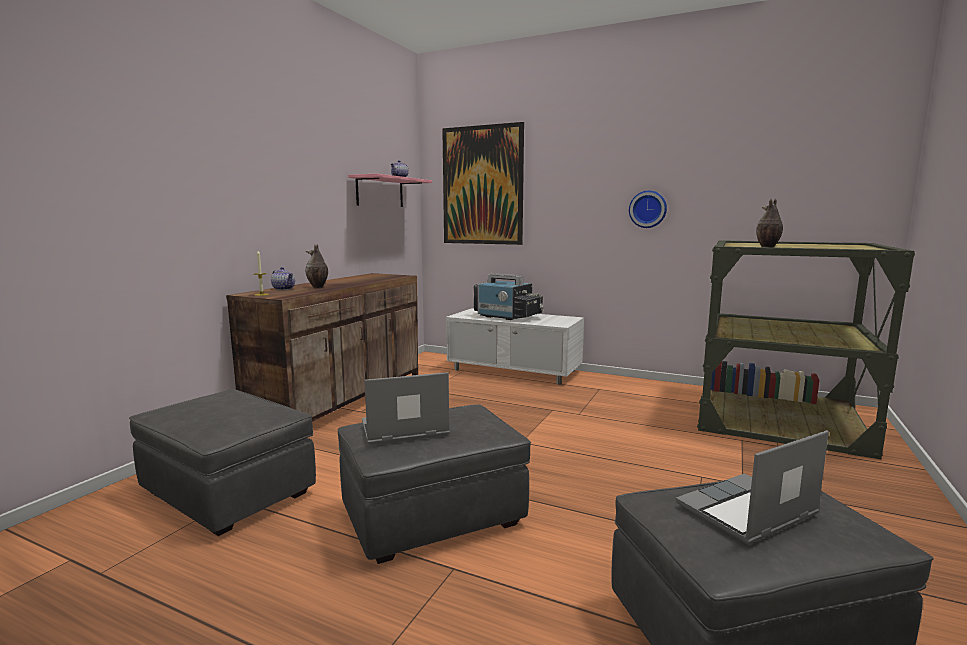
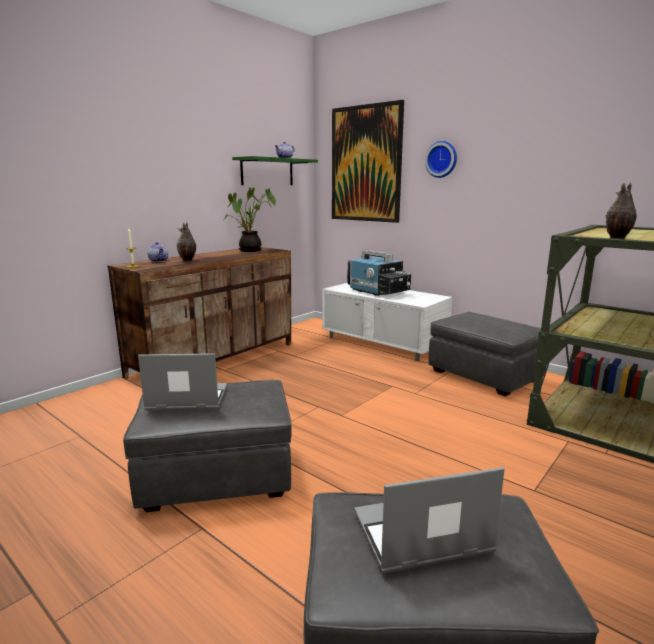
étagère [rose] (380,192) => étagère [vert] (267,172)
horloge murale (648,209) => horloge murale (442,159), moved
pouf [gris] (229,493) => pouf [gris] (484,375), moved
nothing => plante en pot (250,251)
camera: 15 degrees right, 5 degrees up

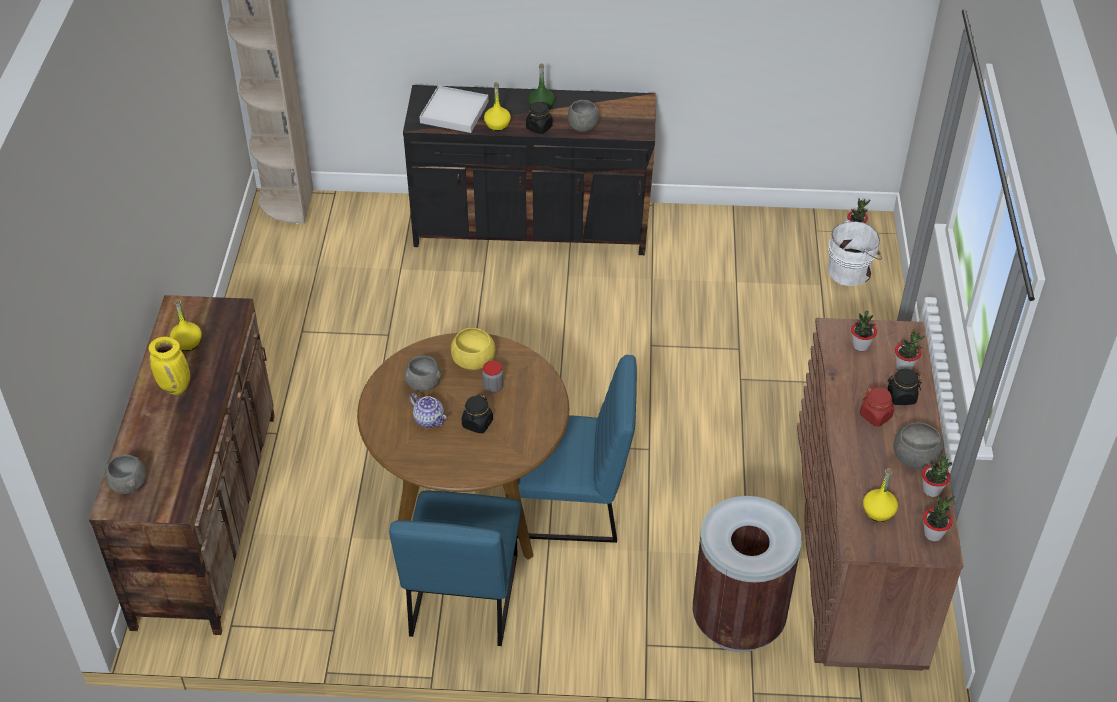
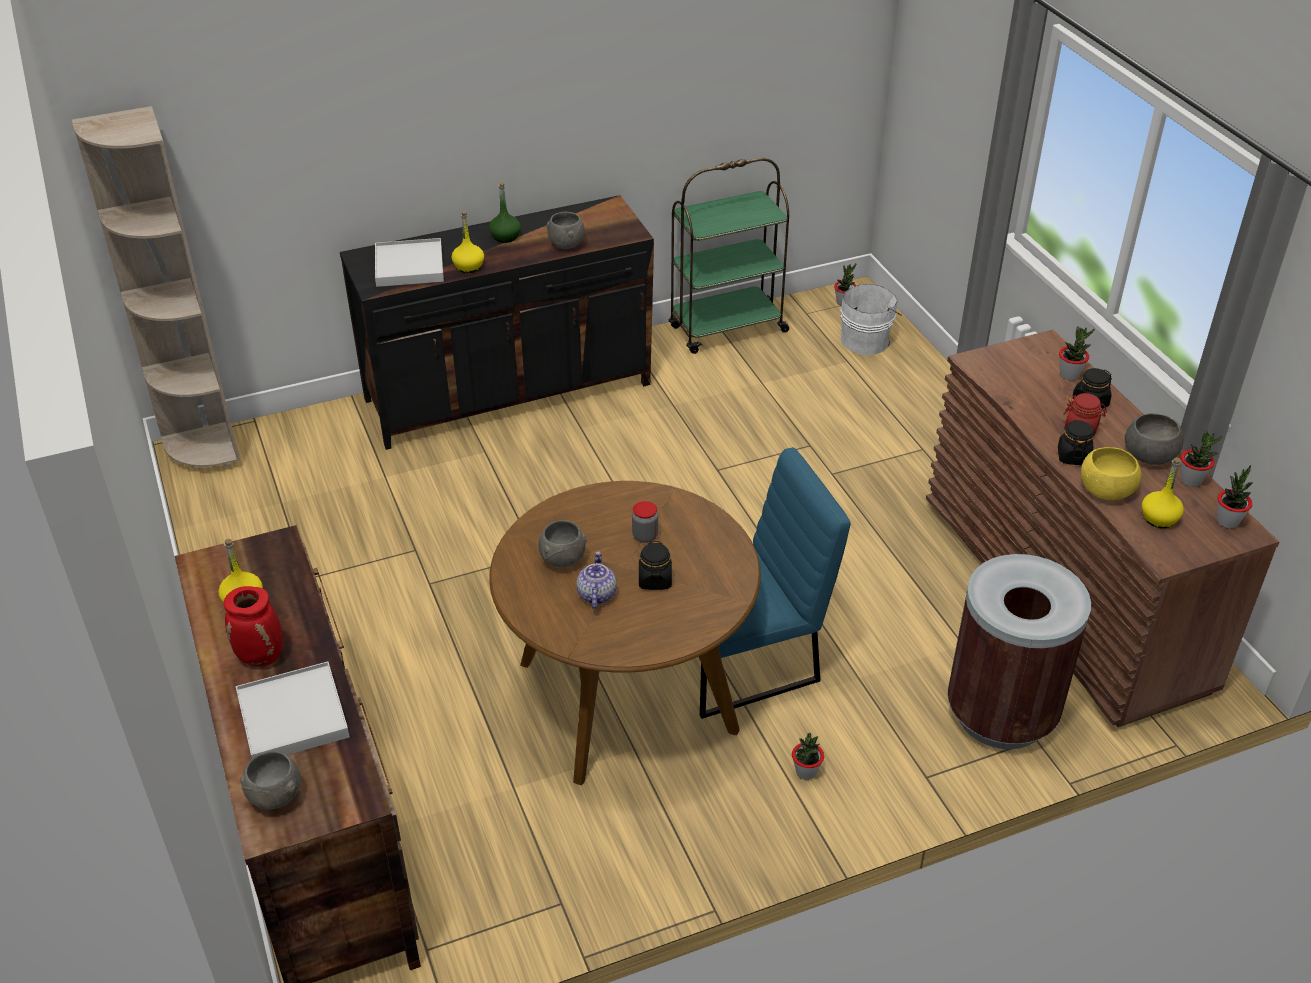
bocal [noir] (539,127) => bocal [noir] (1073,456), moved
plante en pot (860,345) => plante en pot (806,772), moved
bol [jaune] (473,360) => bol [jaune] (1106,489), moved
vase [jaune] (176,387) => vase [rouge] (262,657)
théière (429,420) => théière (596,594), 105 degrees counterclockwise
chaise [bleu] (462,598) => nothing
nothing => chariot [vert] (726,329)
nothing => plateau [blanc] (293,716)
camera: 25 degrees left, 5 degrees down

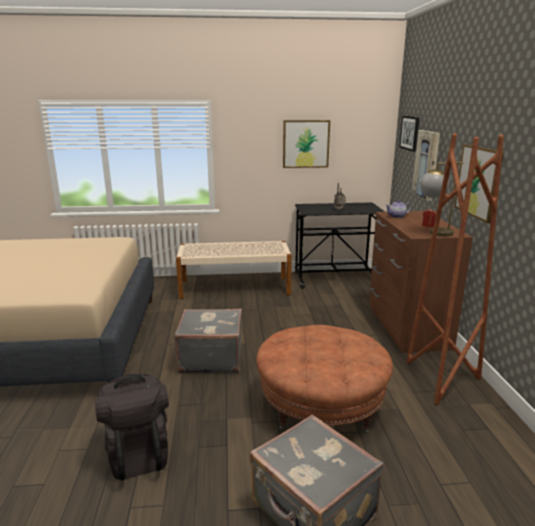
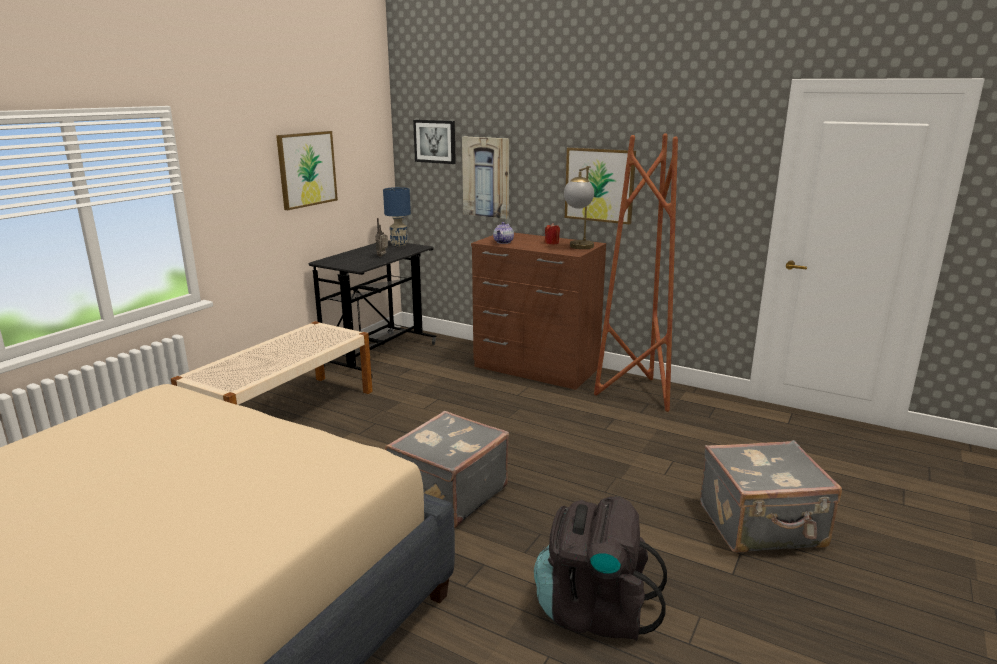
pouf [marron] (321,404) => nothing
nothing => lampe de table [bleu] (398,245)
camera: 55 degrees left, 0 degrees up

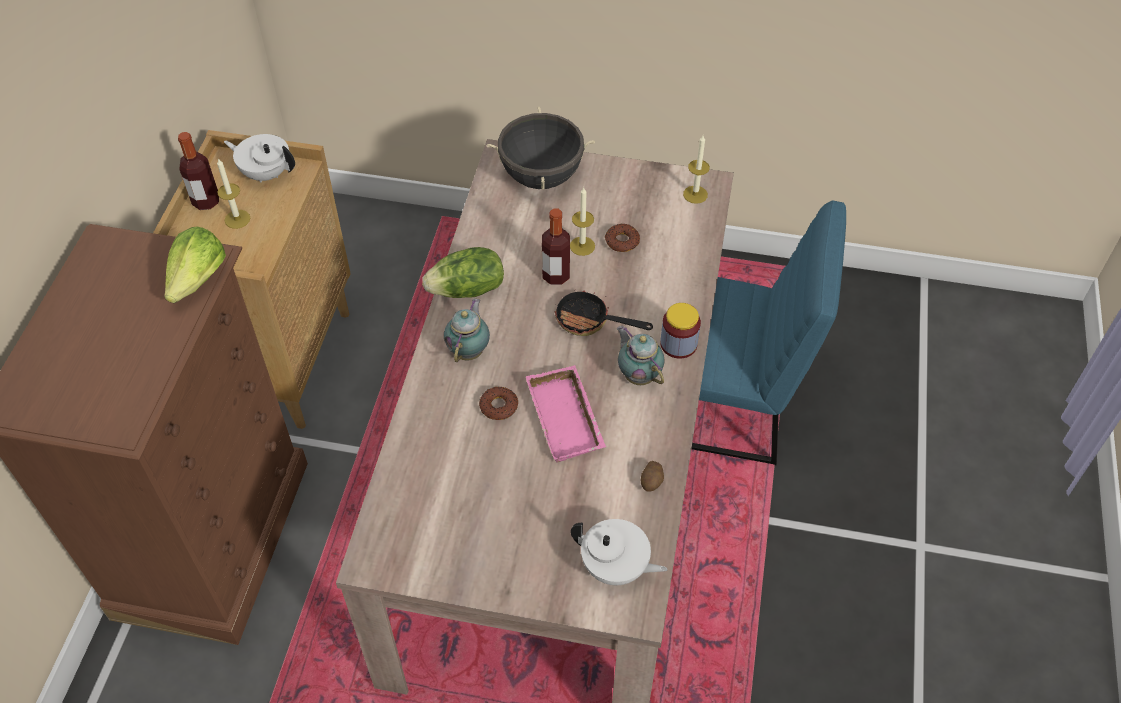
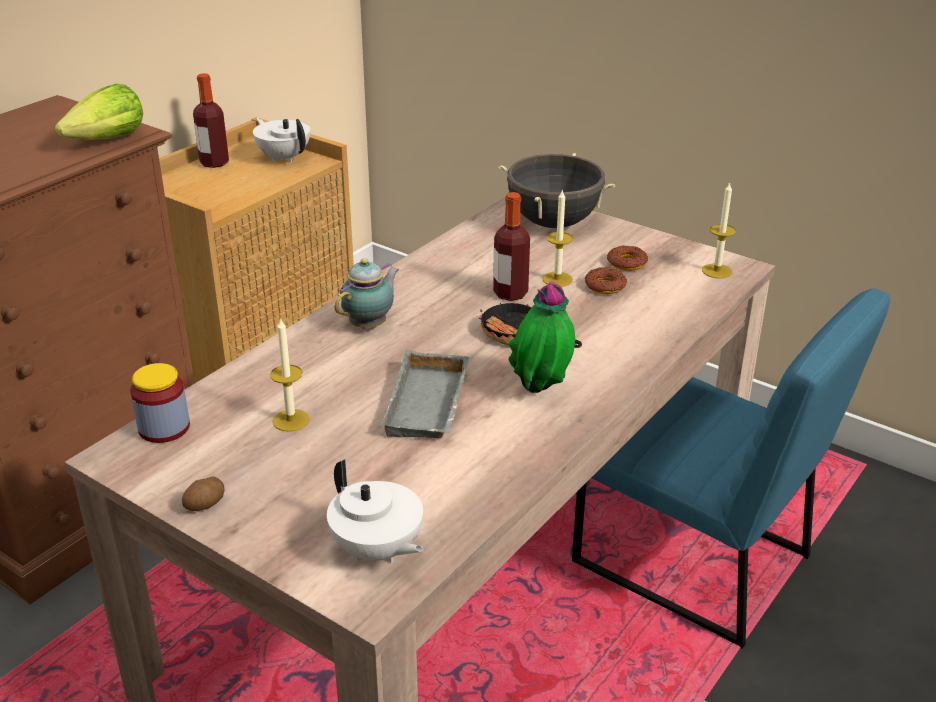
bougie (237,219) => bougie (291,420), moved
laitue (467,290) => nothing
bocal (678,344) => bocal (164,428), moved
théière (638,375) => plante en pot (541,391)
plateau [rose] (568,419) => plateau [gris] (430,405)
beignet (498,406) => beignet (626,263), moved
pomme de terre (652,481) => pomme de terre (206,504), moved
camera: 25 degrees right, 20 degrees down

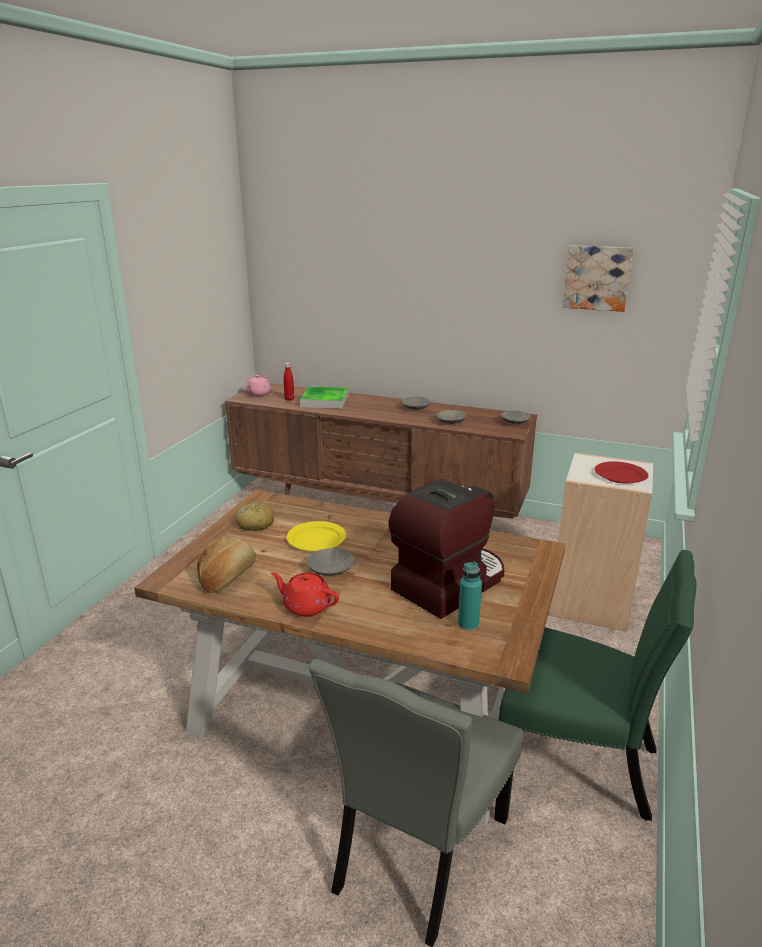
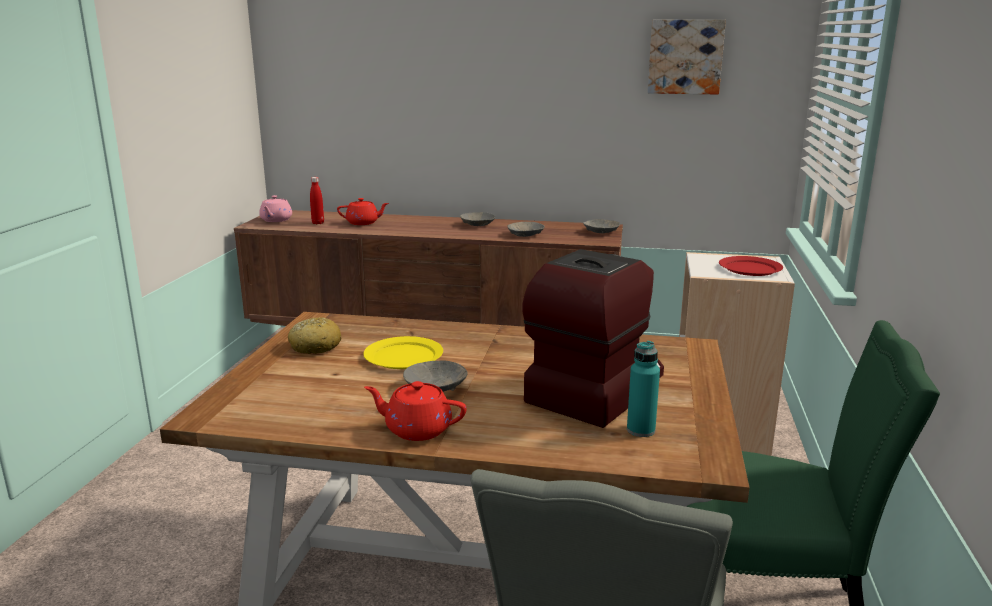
plateau (324,401) => théière [rouge] (363,223)
pain (228,577) => nothing
camera: 10 degrees left, 5 degrees down

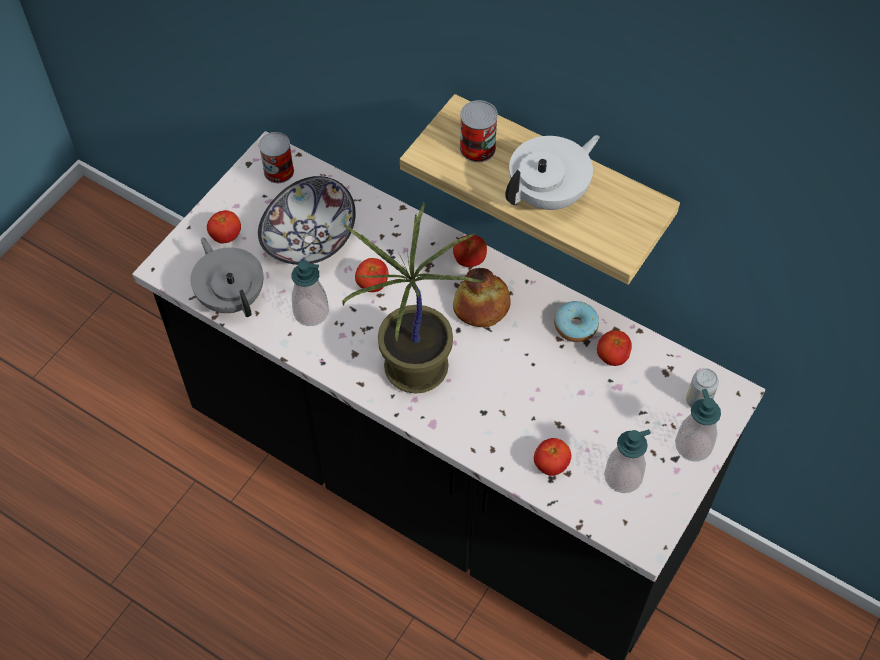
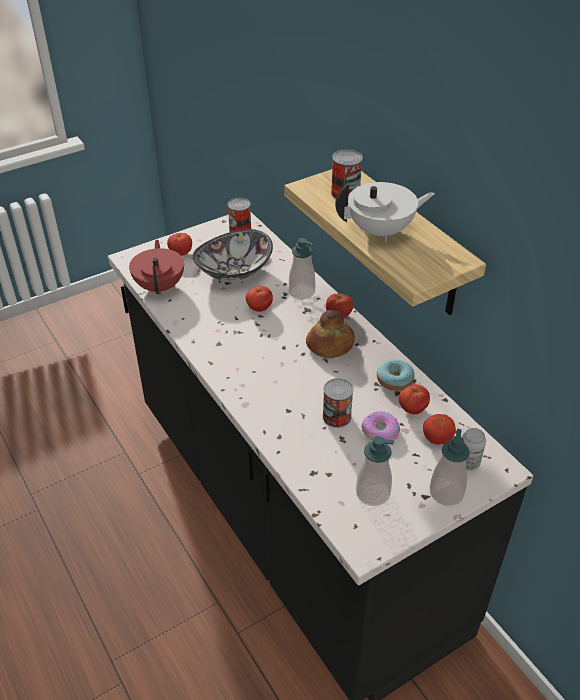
plante en pot (414,370) => nothing
théière [gris] (232,296) => théière [rouge] (160,286)
distributeur de savon (311,312) => distributeur de savon (301,292), moved
tomate (551,464) => tomate (437,439), moved
nothing => boîte métallique (336,416)
nothing => beignet (380,431)
camera: 25 degrees right, 15 degrees down

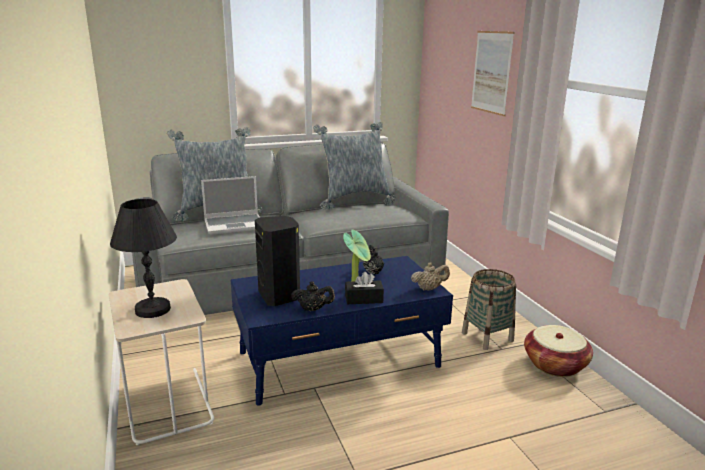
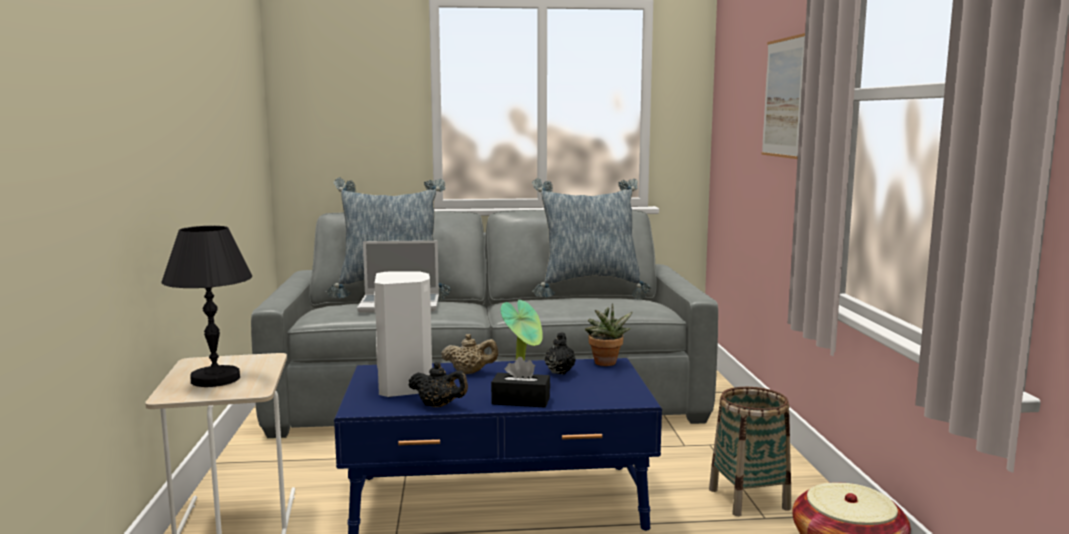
enceinte [noir] (280,296) => enceinte [blanc] (406,388)
théière [beige] (429,288) => théière [beige] (470,372), moved
nothing => plante en pot (606,364)
camera: 15 degrees right, 10 degrees down

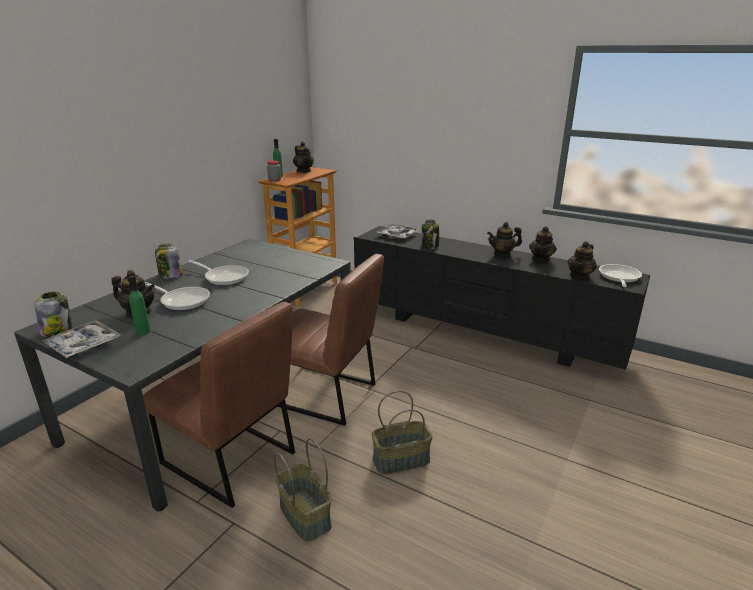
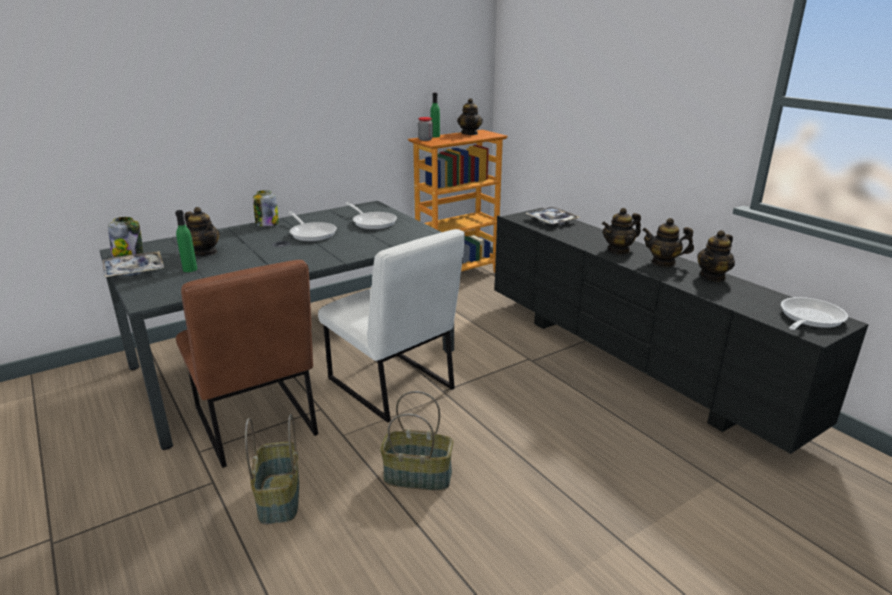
bocal (430,246) => nothing
théière (580,277) => théière (618,250), moved
chaise [marron] (324,394) => chaise [blanc] (392,385)
poêle (182,300) => poêle (372,222), moved
camera: 25 degrees right, 0 degrees up

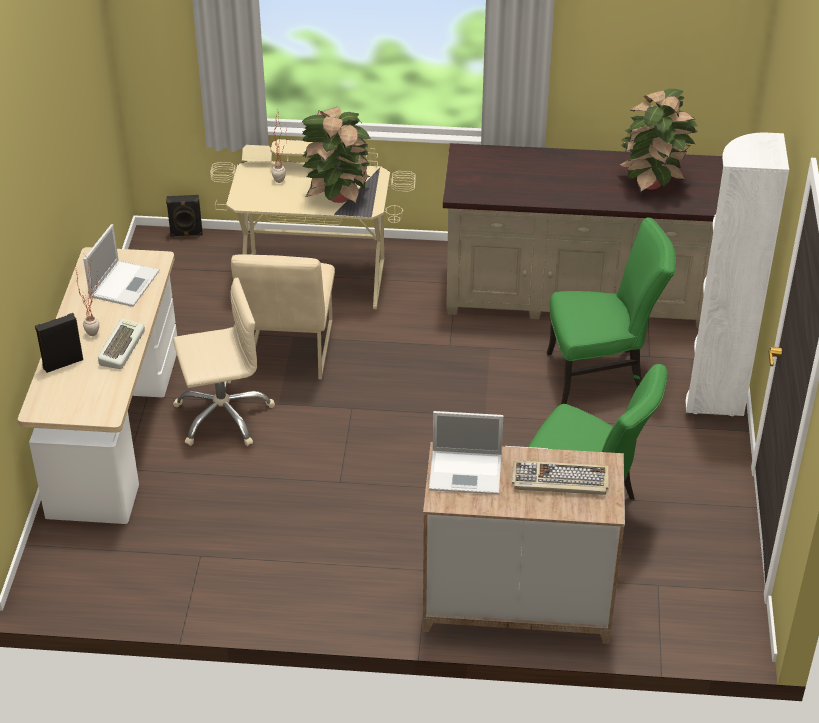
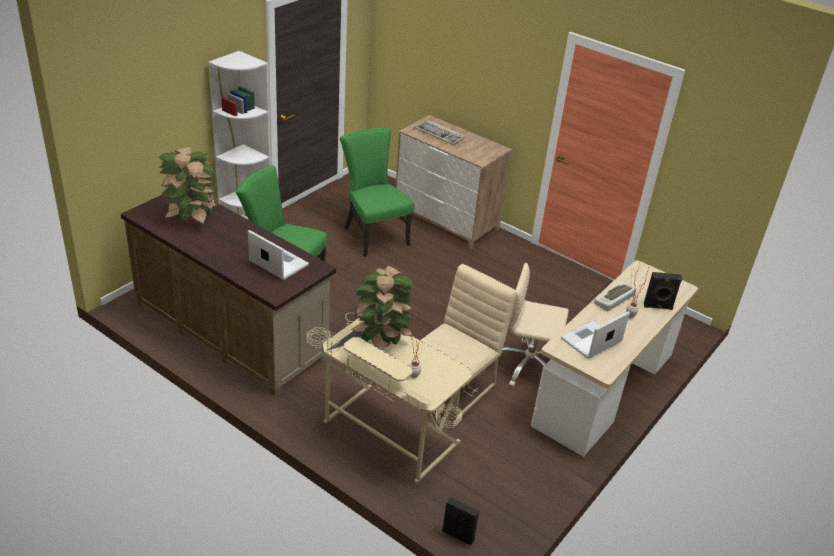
ordinateur portable (467,472) => ordinateur portable (278,263), moved
camera: 150 degrees left, 5 degrees down

